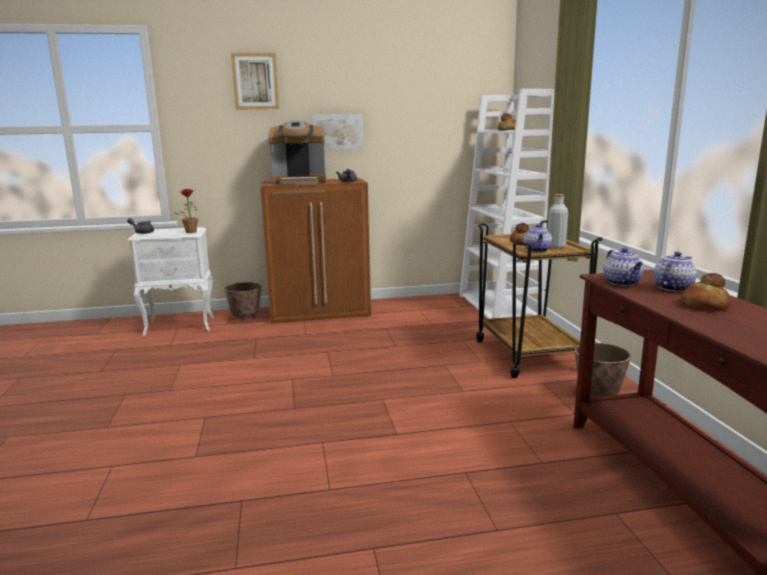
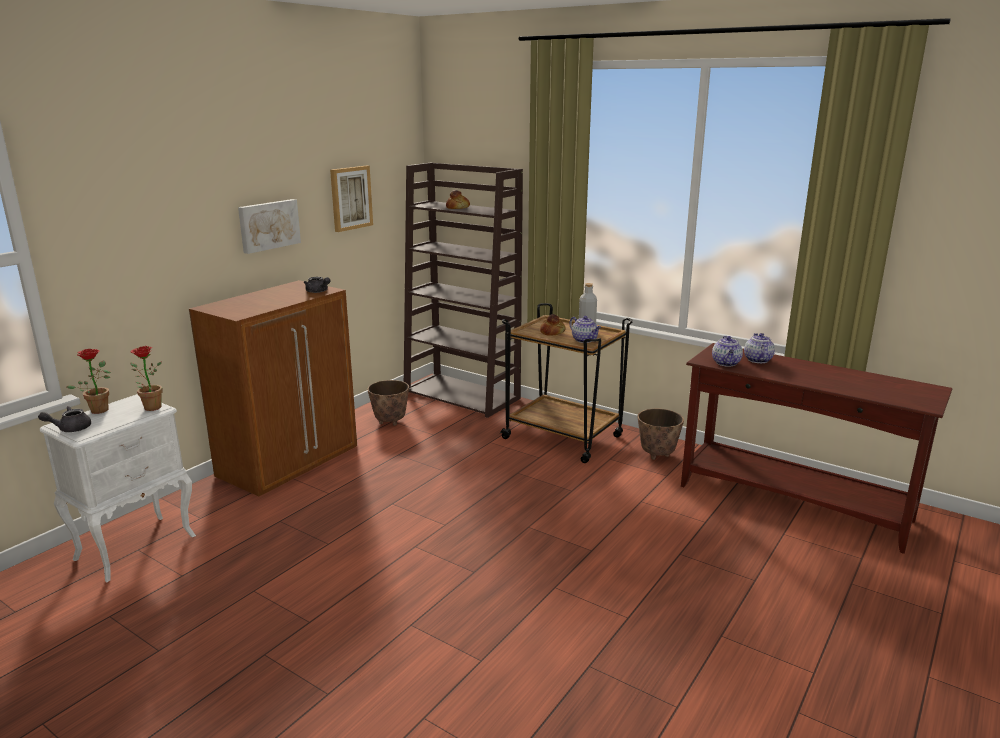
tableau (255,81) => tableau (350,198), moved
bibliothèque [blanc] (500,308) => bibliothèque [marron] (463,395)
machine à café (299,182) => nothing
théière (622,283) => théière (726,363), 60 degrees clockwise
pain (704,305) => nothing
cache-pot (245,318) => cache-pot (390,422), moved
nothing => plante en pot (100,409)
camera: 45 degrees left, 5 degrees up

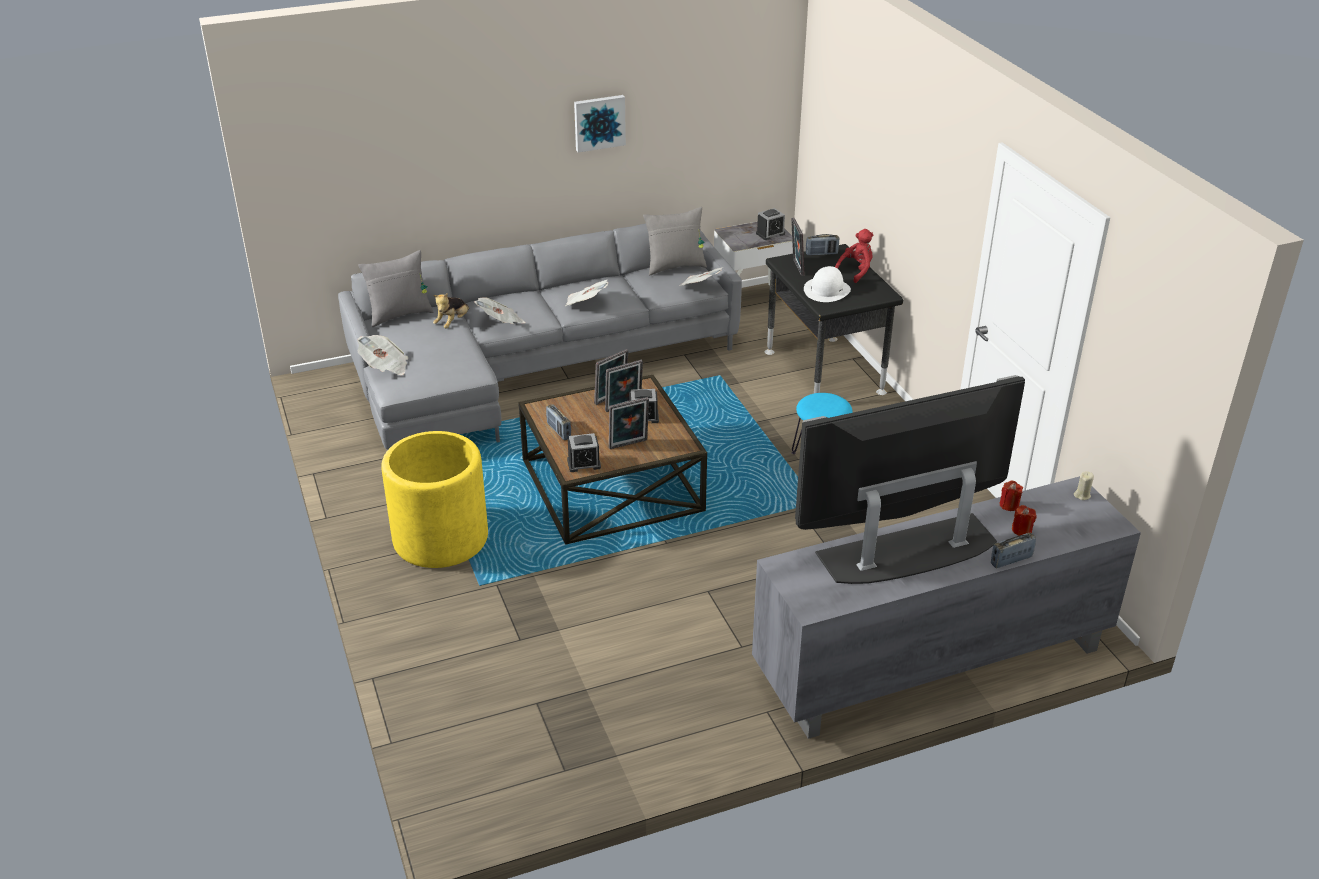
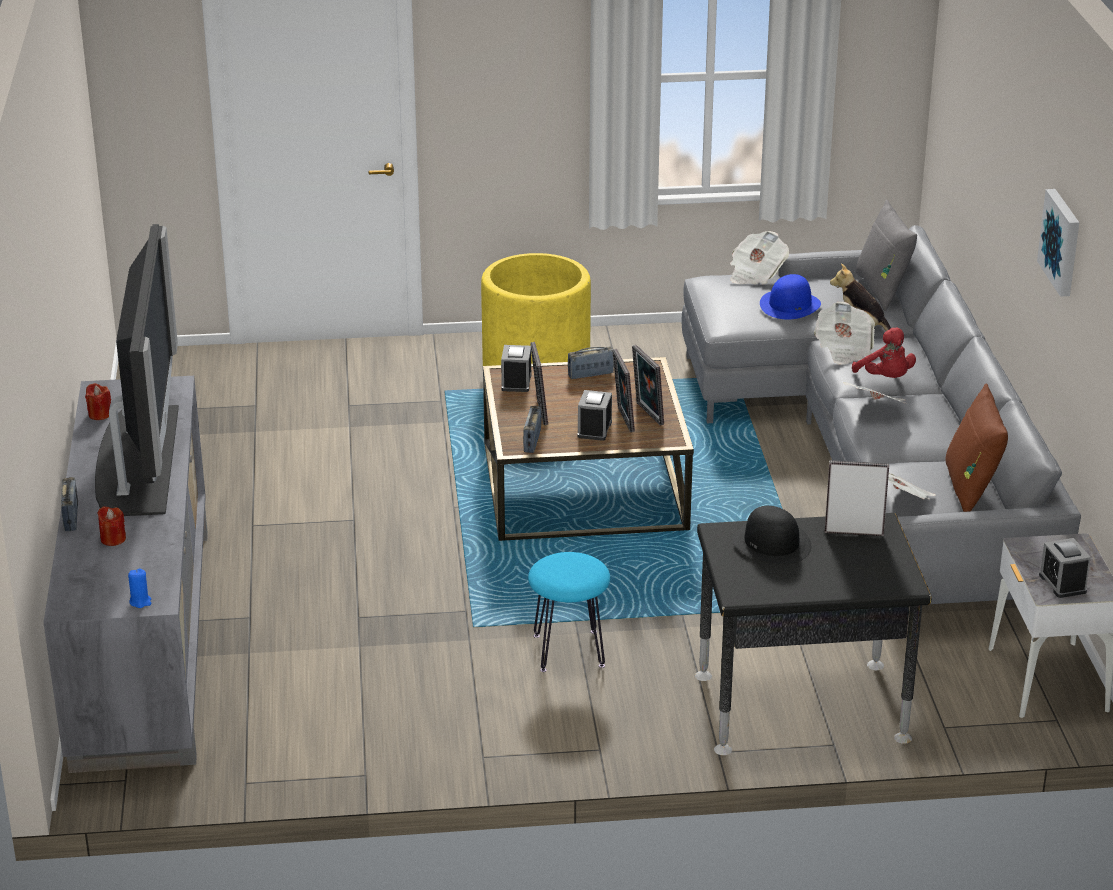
coussin [gris] (675,267) => coussin [marron] (971,489)
peluche [rouge] (856,271) => peluche [rouge] (885,378), moved
radio (821,253) => radio (532,441), moved
chapeau [blanc] (827,290) => chapeau [noir] (772,543)
bougie [beige] (1082,495) => bougie [bleu] (140,601)
bougie [rouge] (1009,505) => bougie [rouge] (100,414), moved
nothing => chapeau [bleu] (790,305)
camera: 105 degrees right, 5 degrees down

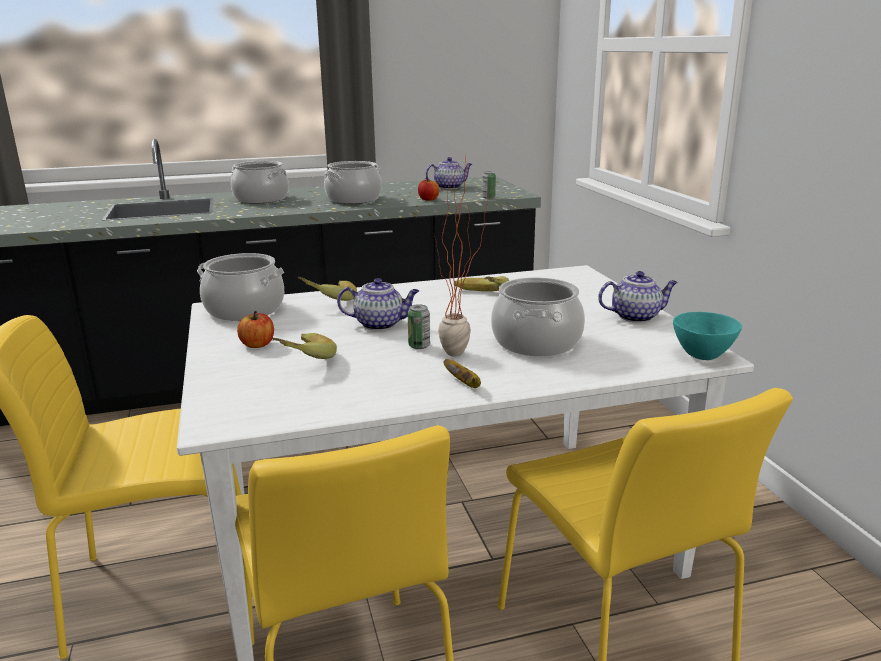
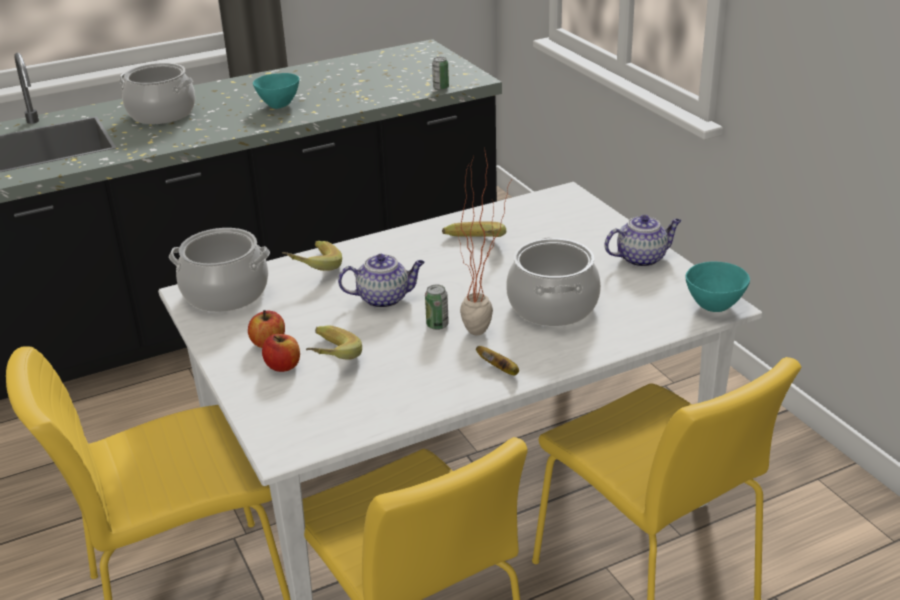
théière (449,187) => nothing
marmite (353,199) => bol [turquoise] (279,105)
pomme (428,199) => pomme (283,366), moved
camera: 10 degrees left, 10 degrees up

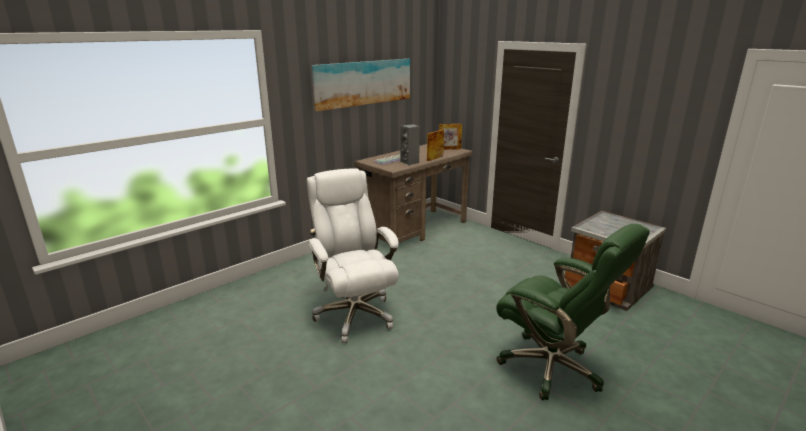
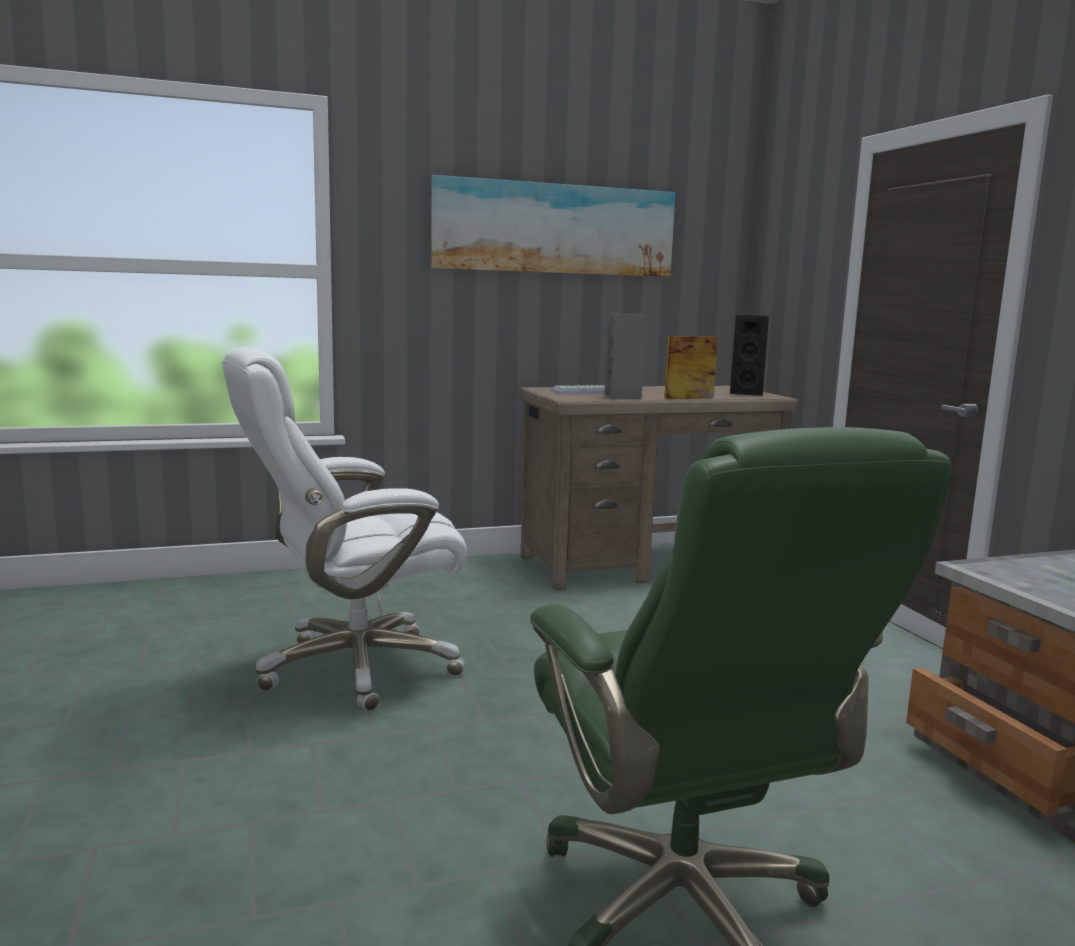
cadre photo (449,149) => enceinte [noir] (748,393)
chaise de bureau [blanc] (355,314) => chaise de bureau [blanc] (351,669), 120 degrees counterclockwise
camera: 25 degrees right, 10 degrees down

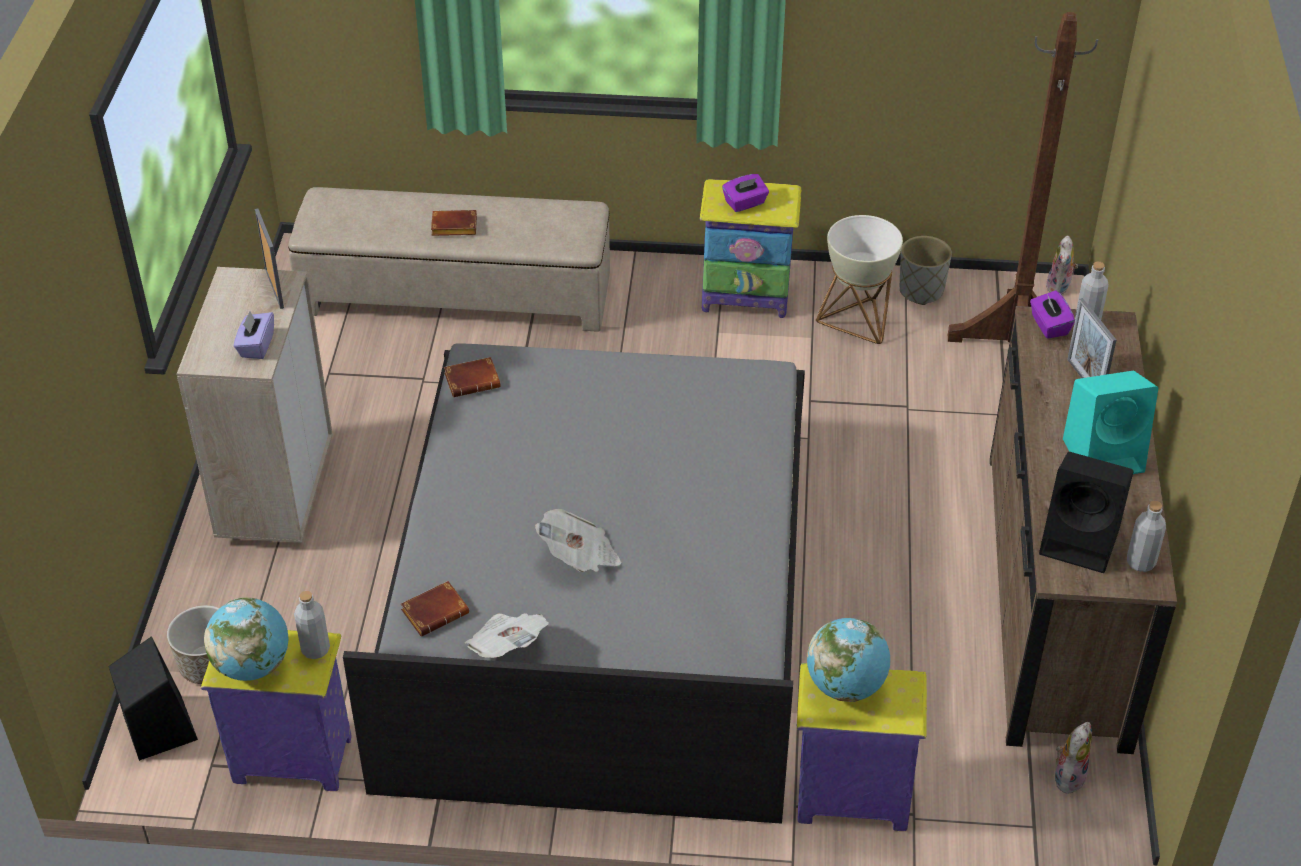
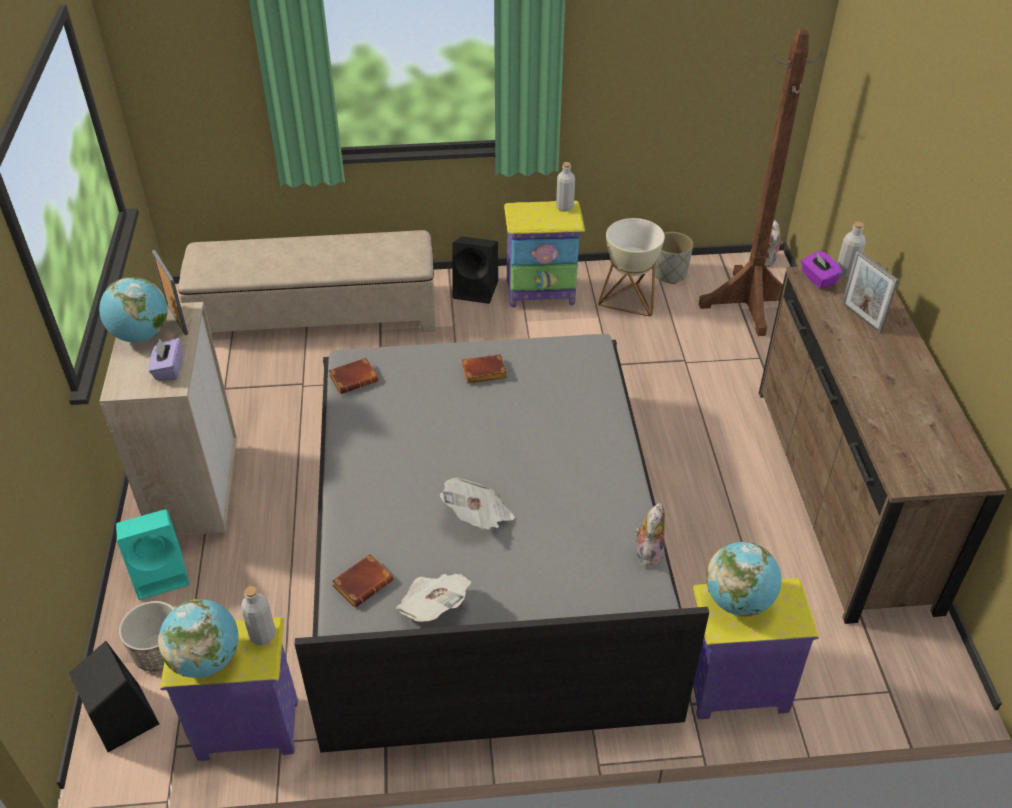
boîte à mouchoirs [violet] (745,203) => nothing
livre [marron] (453,228) => livre [marron] (483,373), moved
enceinte [turquoise] (1105,454) => enceinte [turquoise] (162,573), moved
enceinte [noir] (1081,542) => enceinte [noir] (477,289), moved
bouteille [gris] (1140,562) => bouteille [gris] (564,207), moved
peluche (1068,776) => peluche (647,553), moved
nothing => globe (141,335)
camera: 10 degrees left, 0 degrees up

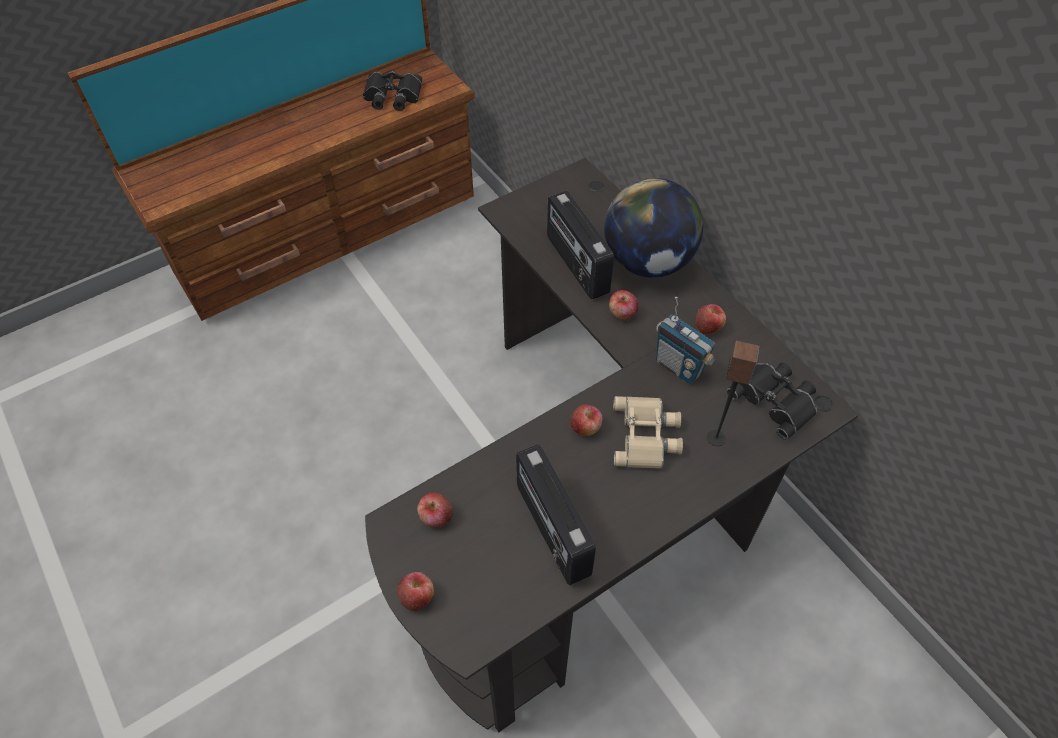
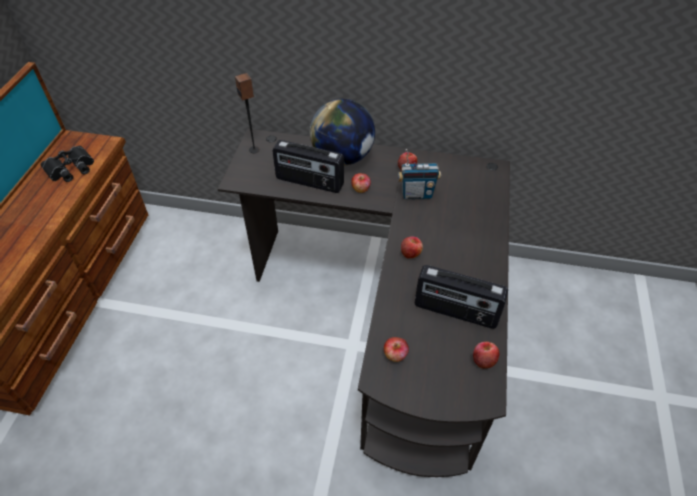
enceinte (716,438) => enceinte (254,149), moved
jumelles [noir] (776,400) => nothing
jumelles [beige] (647,436) => nothing
pomme (417,597) => pomme (483,360), moved
camera: 45 degrees left, 5 degrees down

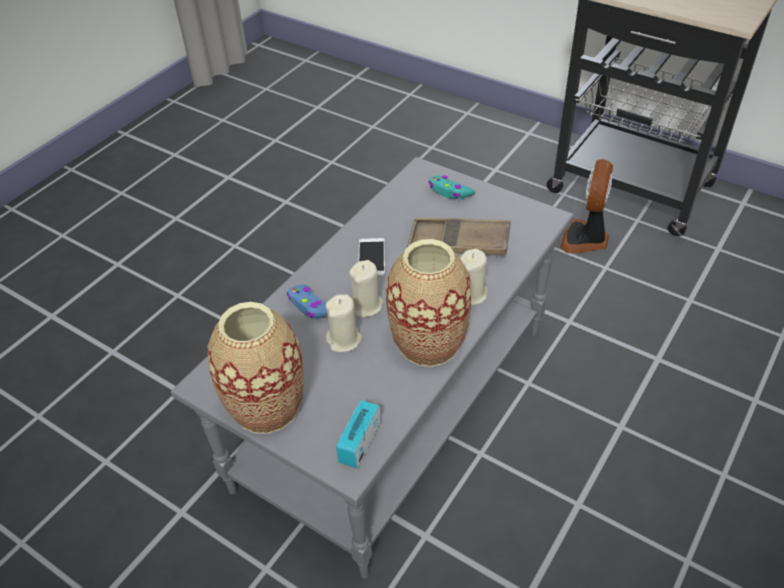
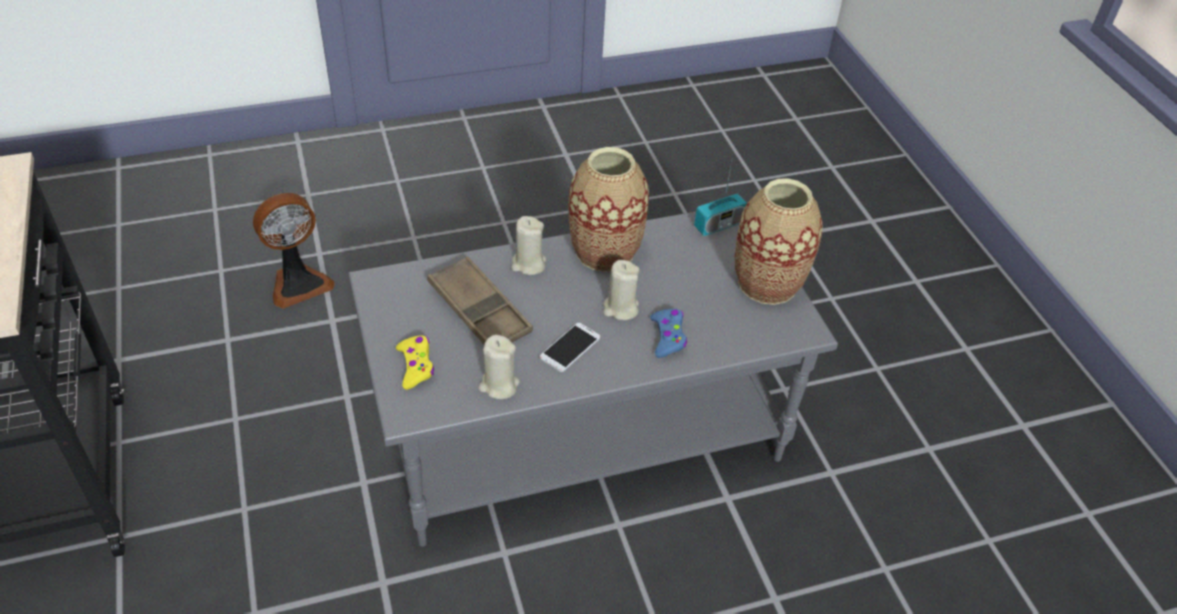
ventilateur (585,239) => ventilateur (298,283), moved
manette [turquoise] (450,192) => manette [jaune] (416,366)
bougie [beige] (344,340) => bougie [beige] (498,385), moved
camera: 145 degrees left, 0 degrees up

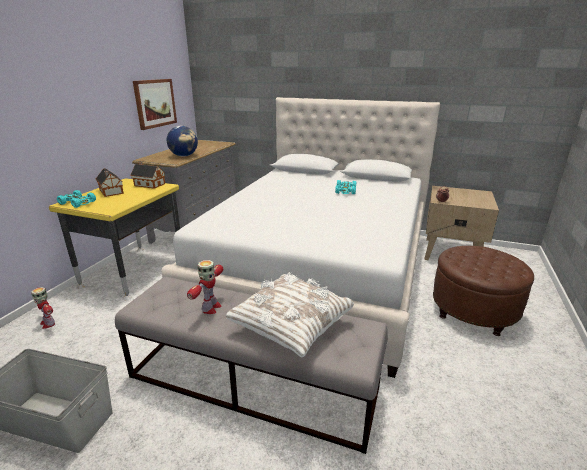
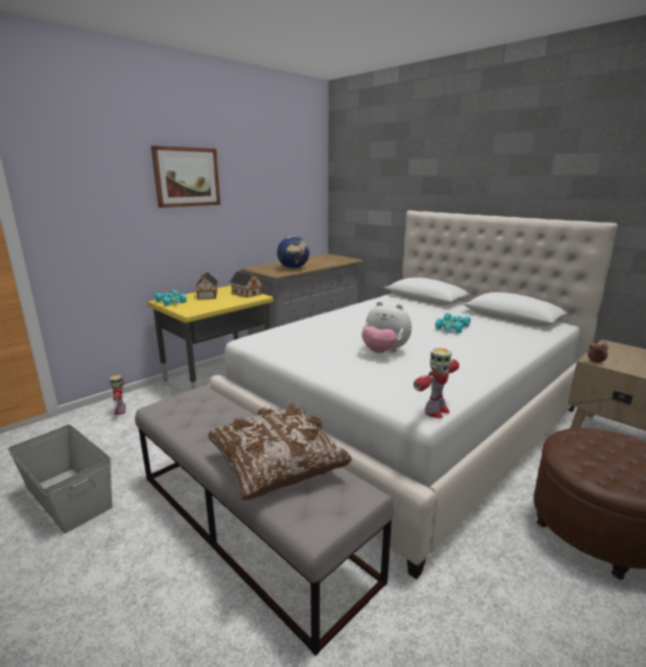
tableau (155,103) => tableau (187,177), moved
robot jouet (210,308) => robot jouet (435,411), moved
coussin [blanc] (291,326) => coussin [marron] (277,467)
nothing => peluche (384,352)
camera: 25 degrees right, 5 degrees down

